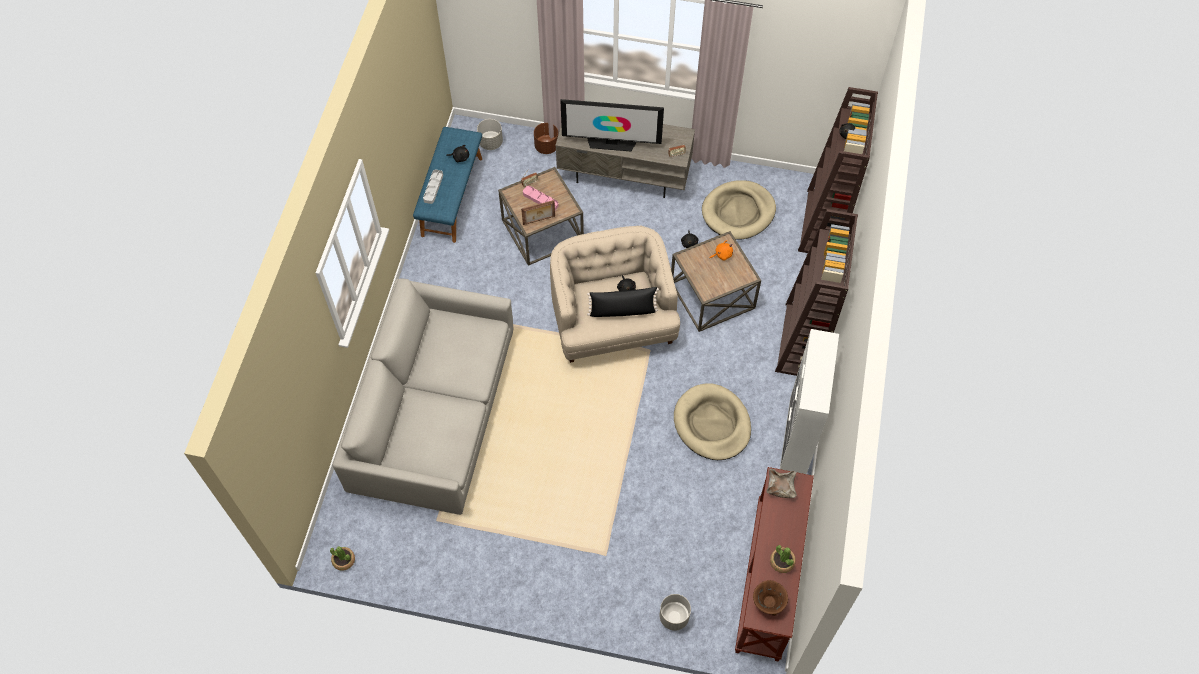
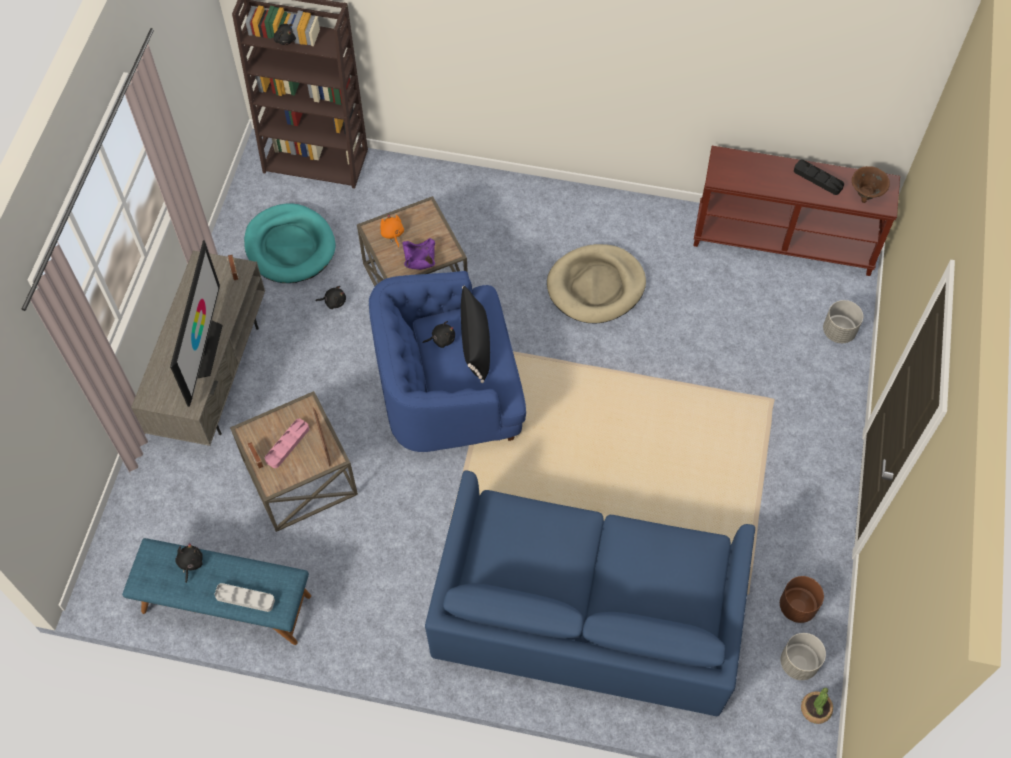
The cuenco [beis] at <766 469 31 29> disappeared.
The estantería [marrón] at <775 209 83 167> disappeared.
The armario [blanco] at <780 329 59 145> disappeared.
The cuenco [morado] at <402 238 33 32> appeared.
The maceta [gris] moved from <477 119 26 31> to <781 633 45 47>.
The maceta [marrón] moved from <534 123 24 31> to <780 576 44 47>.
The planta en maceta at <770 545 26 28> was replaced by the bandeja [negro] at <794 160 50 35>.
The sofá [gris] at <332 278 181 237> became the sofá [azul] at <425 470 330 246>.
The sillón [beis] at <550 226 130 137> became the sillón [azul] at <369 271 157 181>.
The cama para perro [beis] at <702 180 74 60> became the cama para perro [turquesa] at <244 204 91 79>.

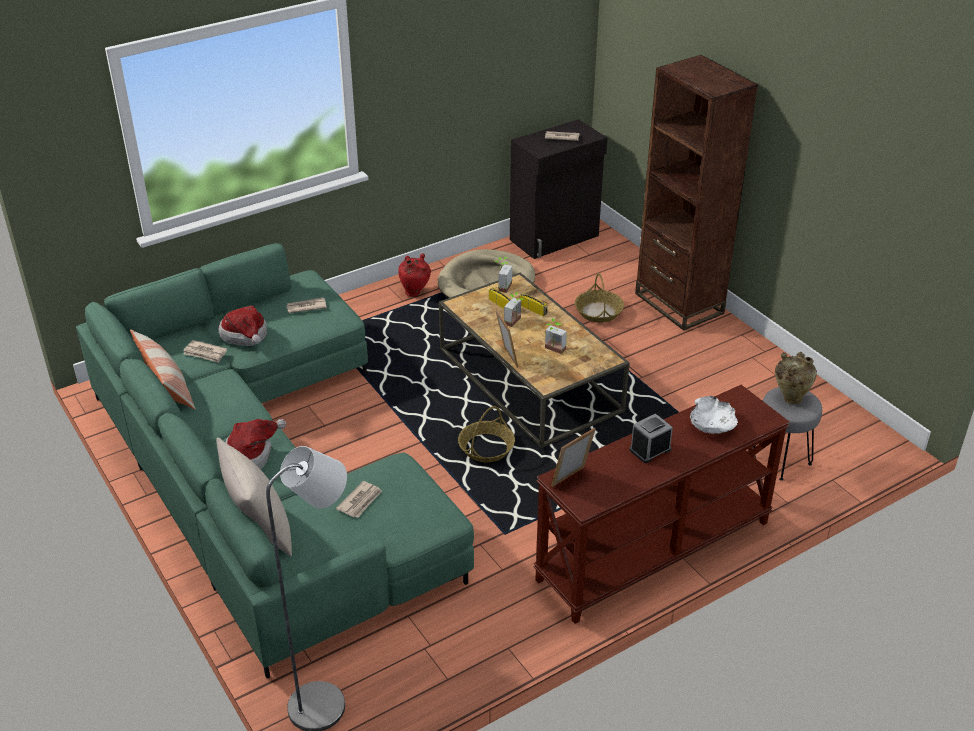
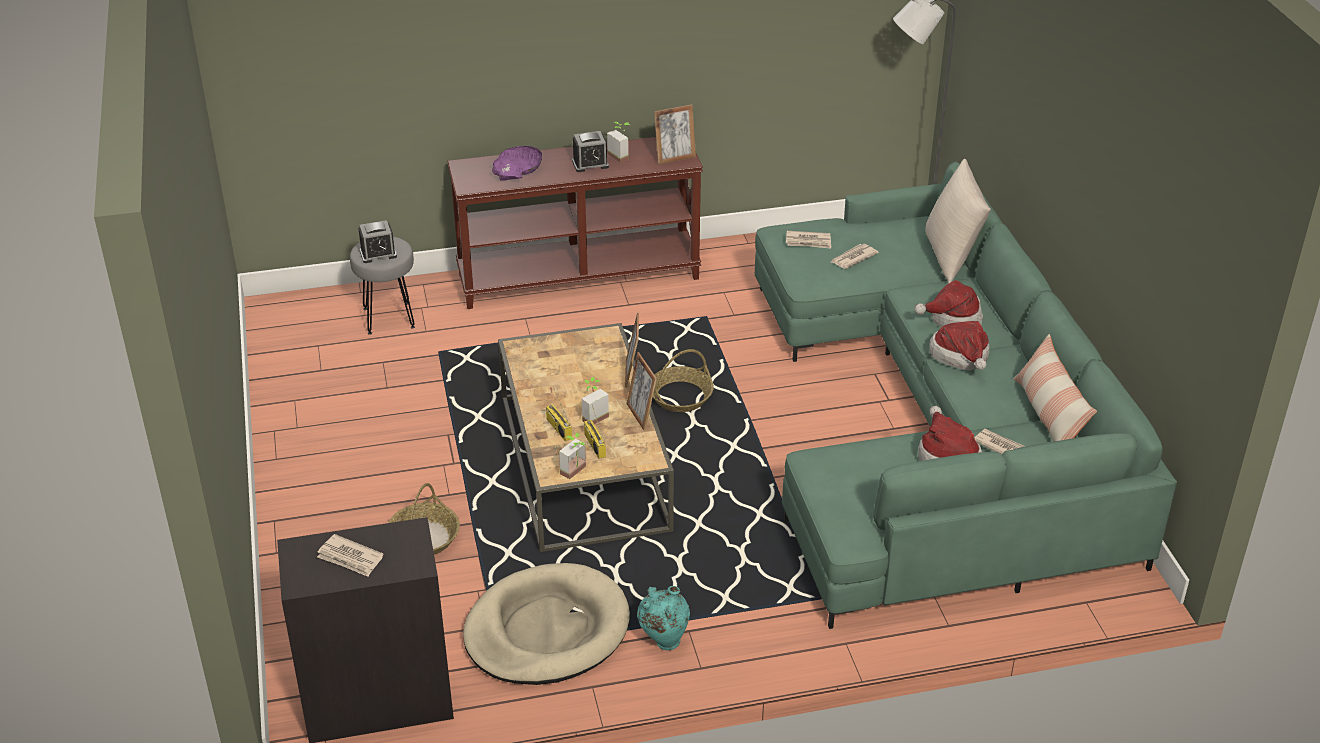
The estantería [marrón] at <635 55 123 276> disappeared.
The portarretratos at <626 352 31 79> appeared.
The sombrero at <930 321 59 49> appeared.
The periódico moved from <286 298 41 15> to <786 231 45 18>.
The planta en maceta moved from <545 318 22 36> to <607 122 23 41>.
The florero [beis] at <775 352 42 52> was replaced by the despertador at <358 220 39 43>.
The florero [rojo] at <398 253 33 44> became the florero [turquesa] at <637 586 53 64>.
The cuenco [blanco] at <690 396 48 38> became the cuenco [morado] at <492 146 50 35>.

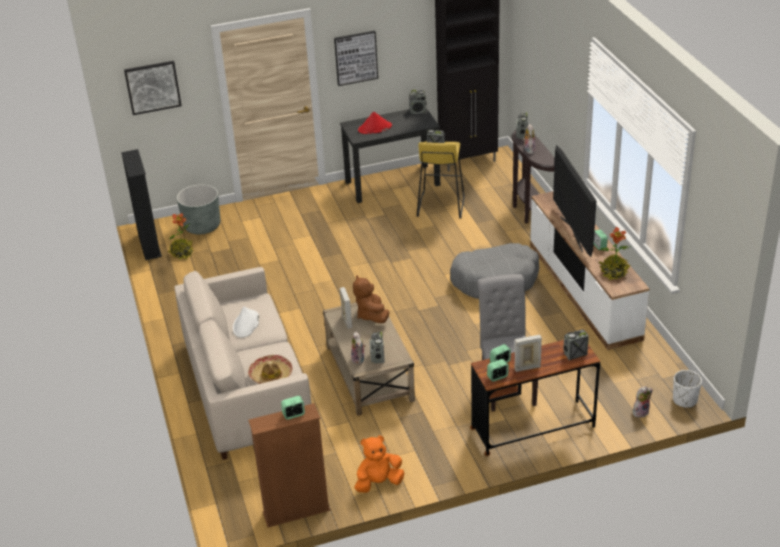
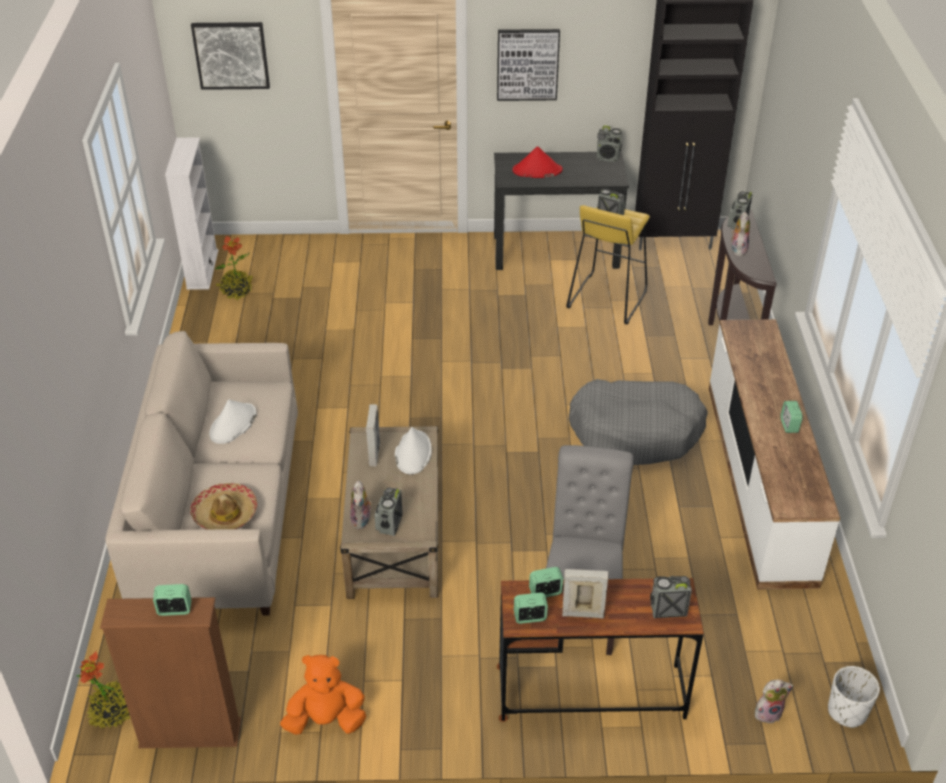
The maceta [gris] at <177 184 43 50> disappeared.
The televisor at <553 145 44 112> disappeared.
The planta en maceta moved from <599 226 32 54> to <77 651 53 77>.
The peluche [marrón] at <353 275 36 48> was replaced by the sombrero [blanco] at <395 427 37 47>.
The estantería [negro] at <121 149 41 111> became the estantería [blanco] at <165 137 53 153>.

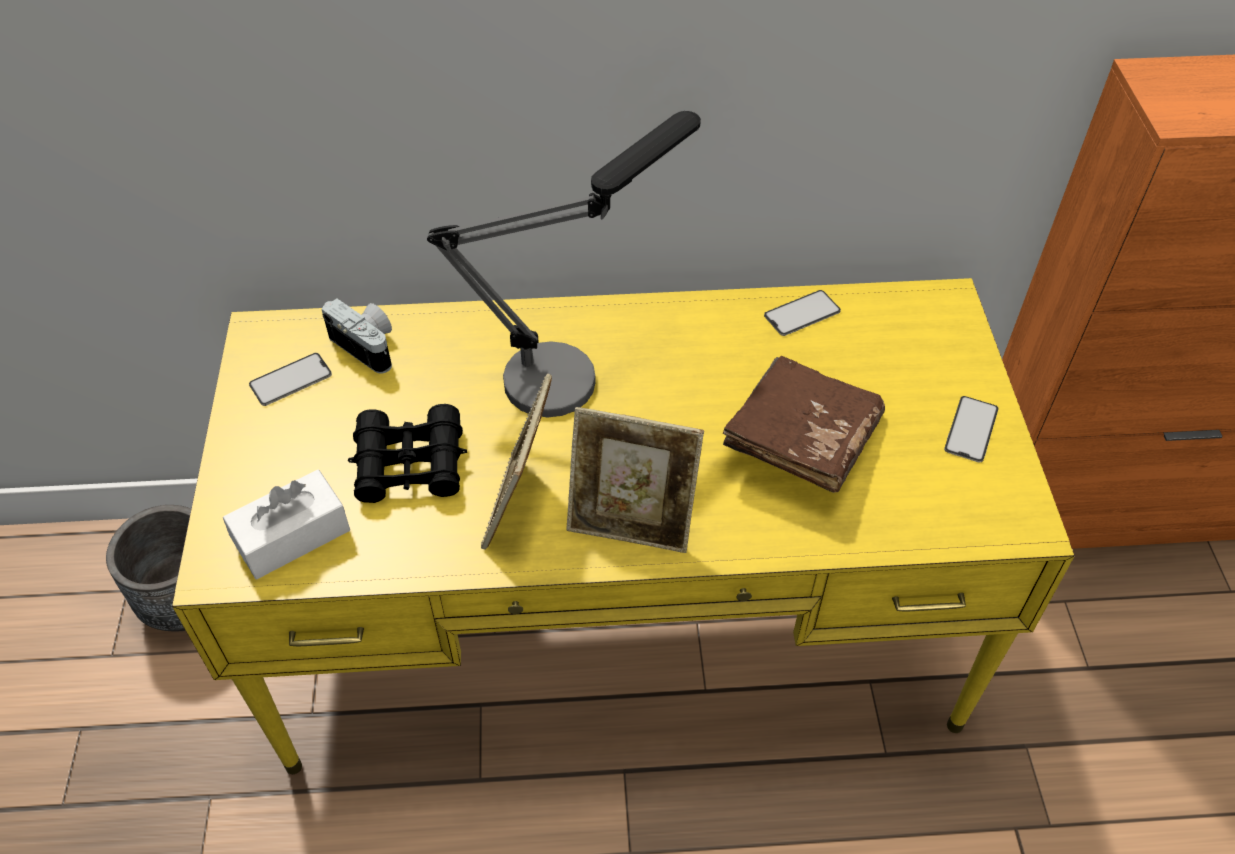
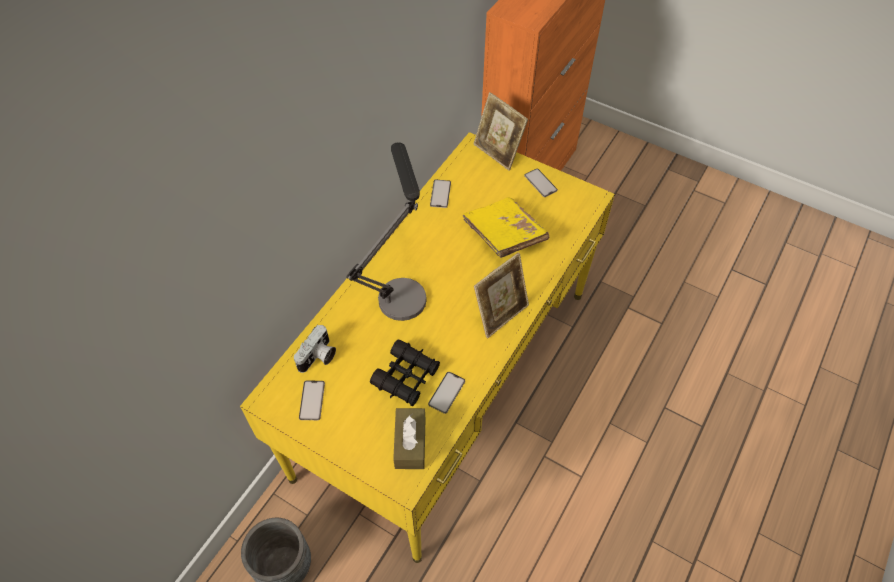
The móvil at <428 372 37 42> appeared.
The portarretratos moved from <481 373 71 176> to <473 92 55 78>.
The caja de pañuelos [blanco] at <223 470 127 109> became the caja de pañuelos [marrón] at <393 408 33 61>.
The libro [marrón] at <723 356 162 137> became the libro [amarillo] at <462 197 87 61>.
The cámara at <321 298 71 76> turned 135 degrees clockwise.

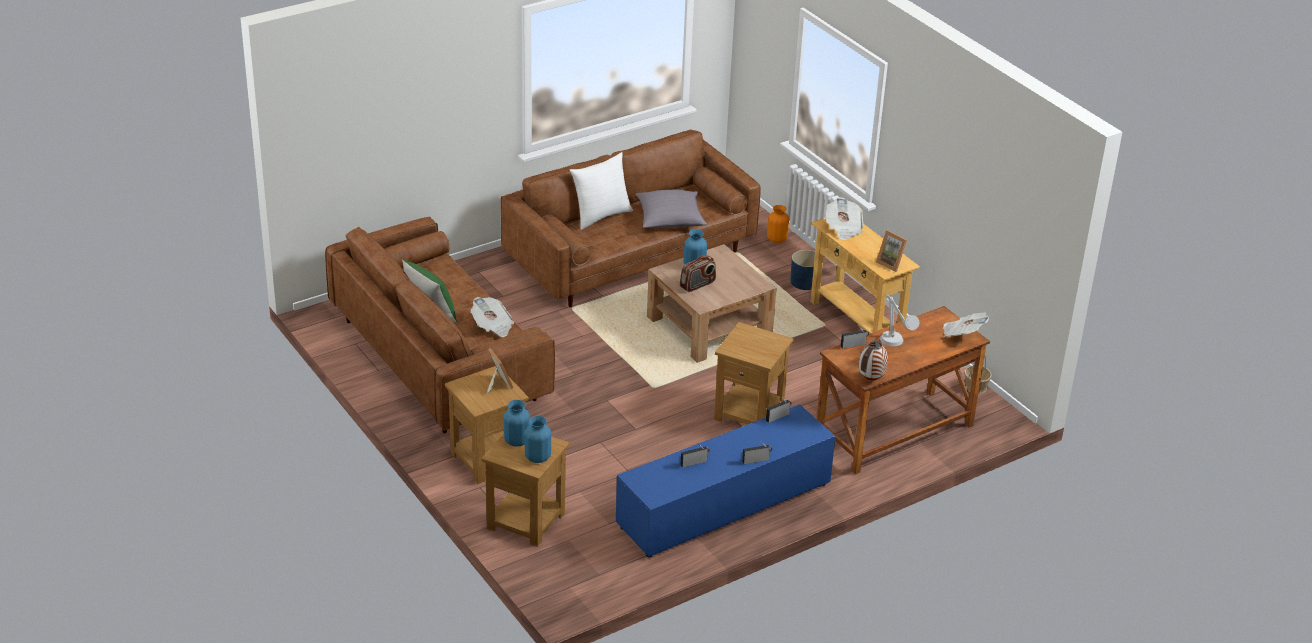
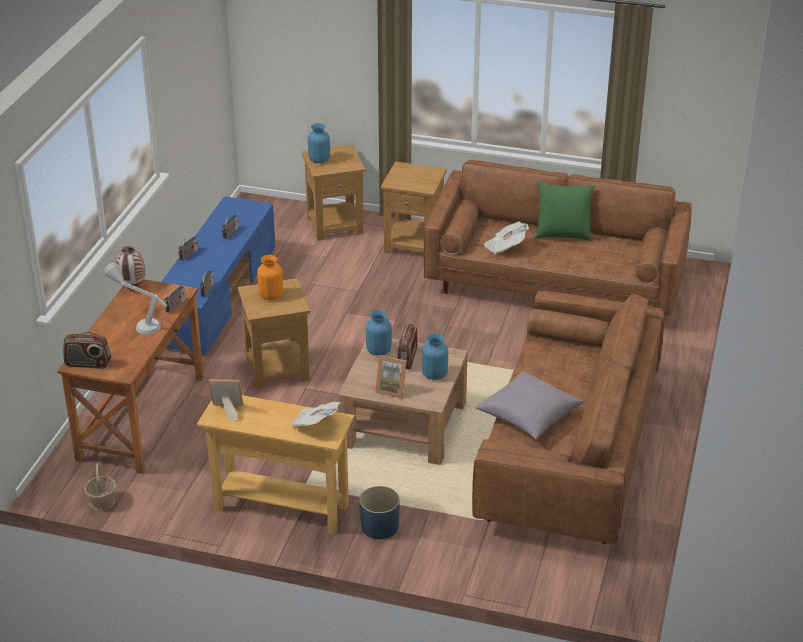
The cojín [blanco] at <569 152 64 78> disappeared.
The portarretratos moved from <487 348 26 46> to <375 355 32 44>.
The florero [azul] moved from <503 400 27 47> to <366 310 26 46>.
The florero [naranja] moved from <767 205 22 38> to <257 255 26 45>.
The periódico at <943 312 46 25> was replaced by the radio at <63 332 48 37>.

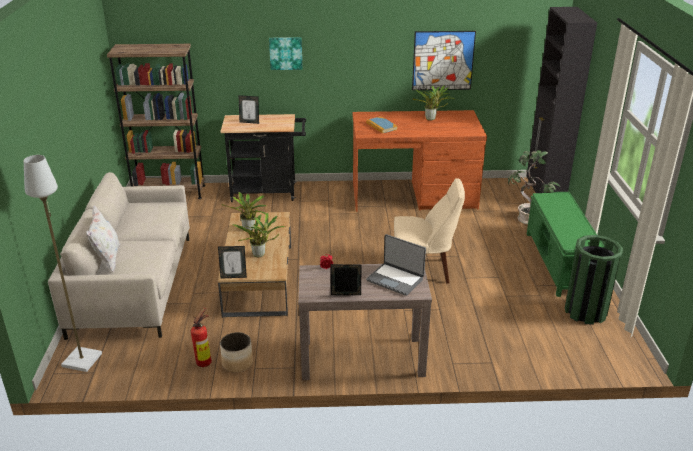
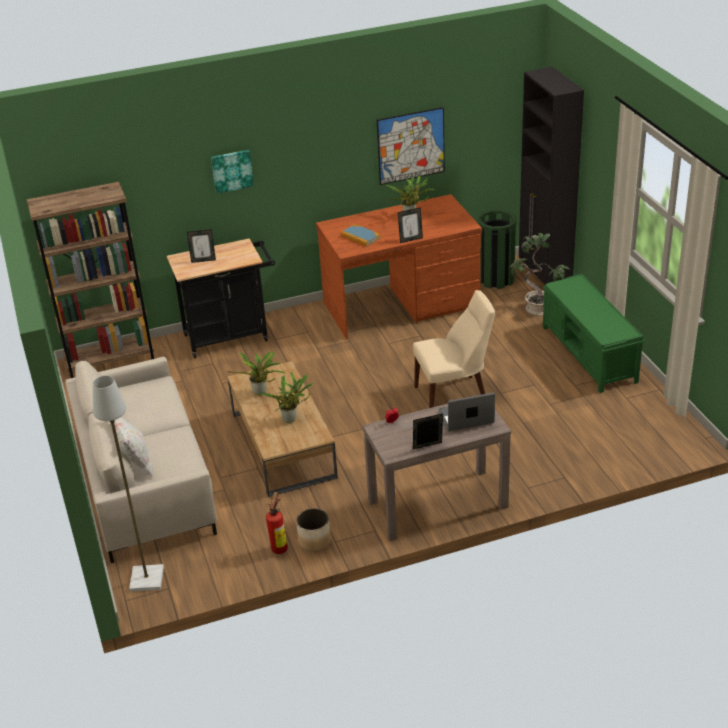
The portarretratos moved from <218 246 29 32> to <398 207 25 36>.
The papelera [verde] moved from <565 235 58 90> to <478 210 39 79>.
The portátil at <366 234 60 62> turned 150 degrees clockwise.

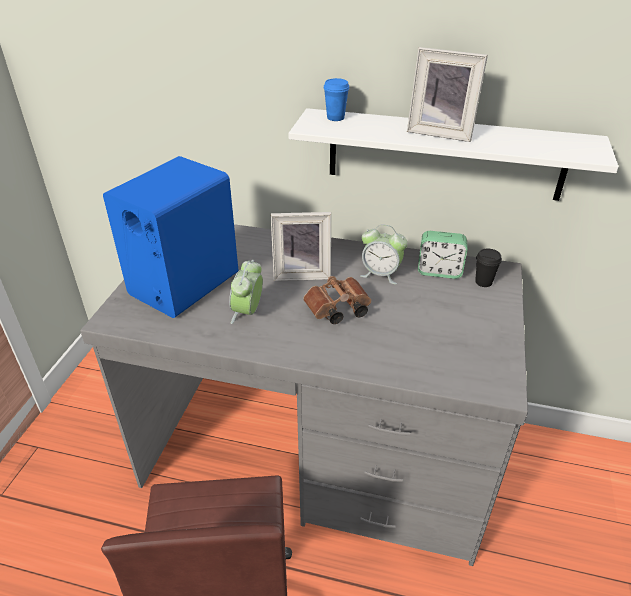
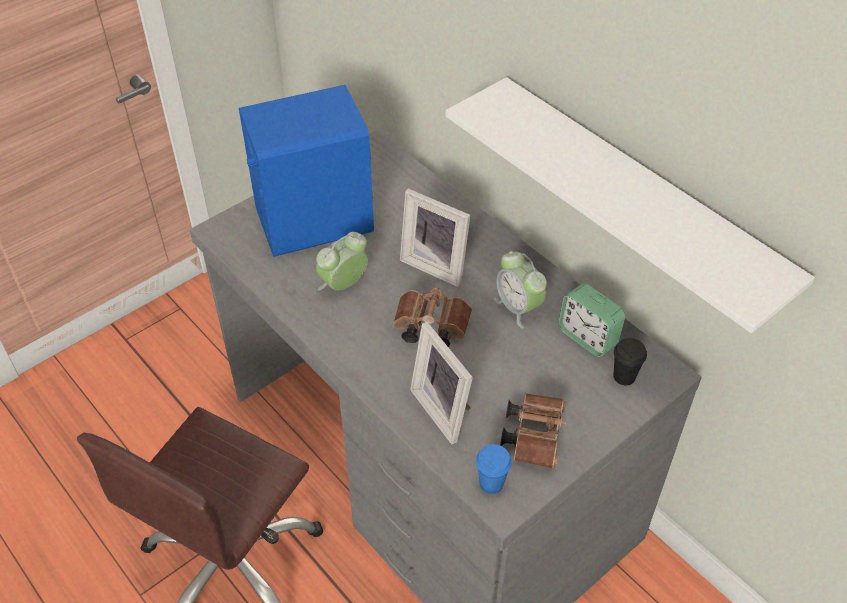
The prismáticos [marrón] at <500 393 66 75> appeared.
The taza [azul] moved from <323 78 27 43> to <476 444 36 50>.
The portarretratos moved from <407 47 81 95> to <410 322 63 123>.

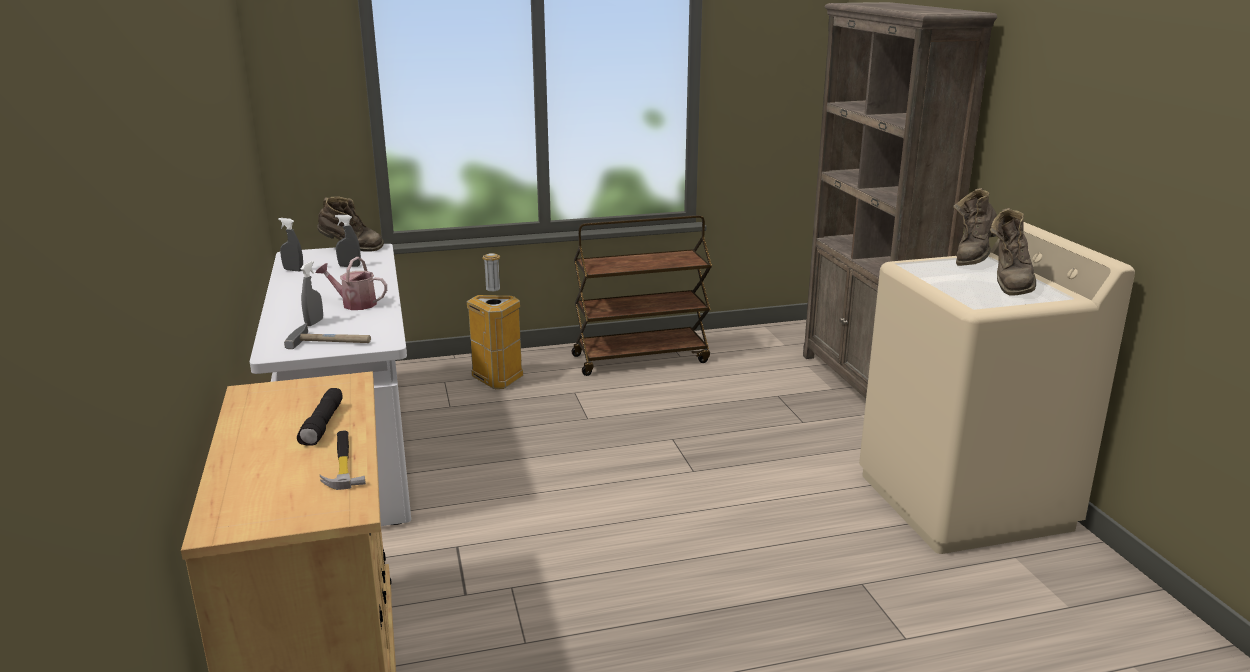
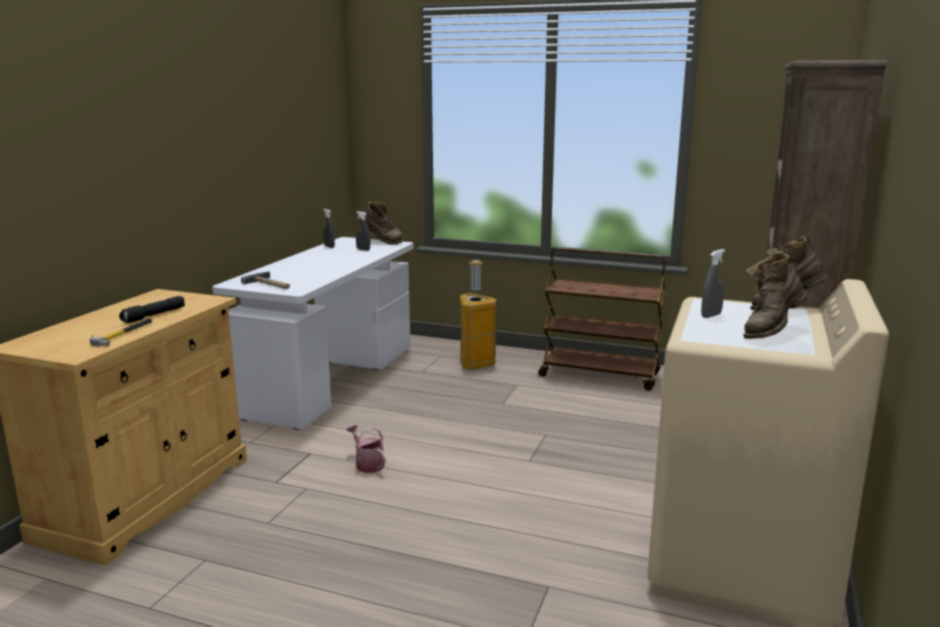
The pulverizador [gris] moved from <301 261 22 65> to <701 249 24 69>.
The regadera moved from <316 257 71 53> to <346 425 39 48>.

